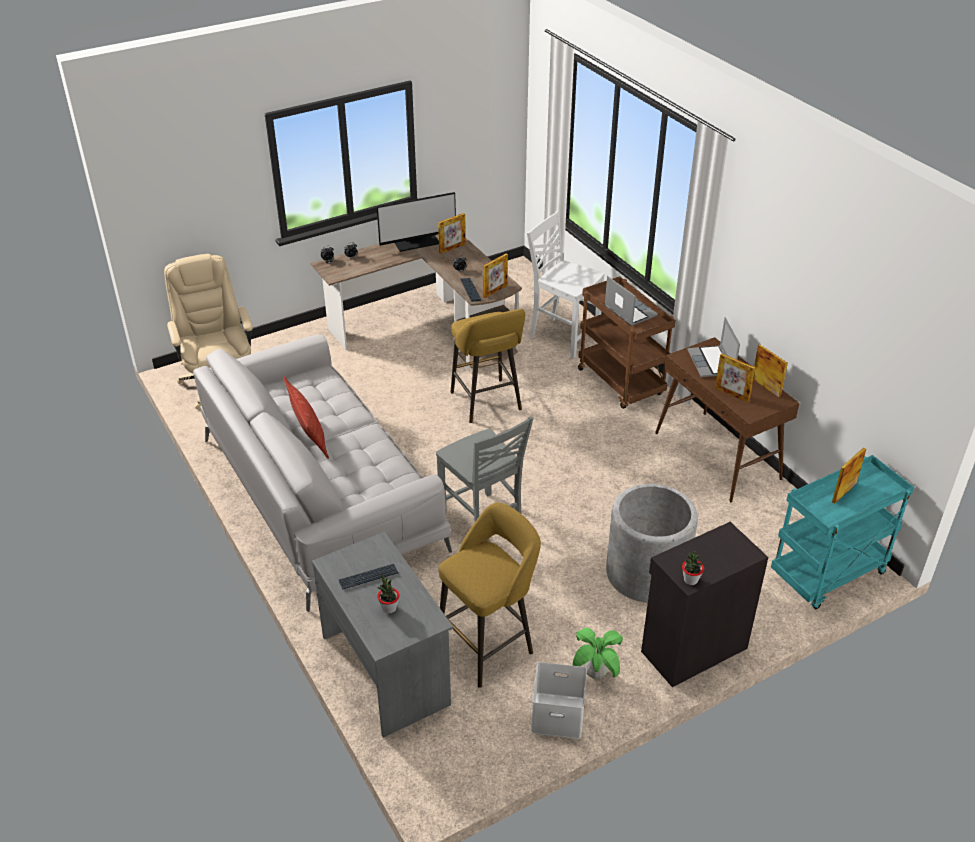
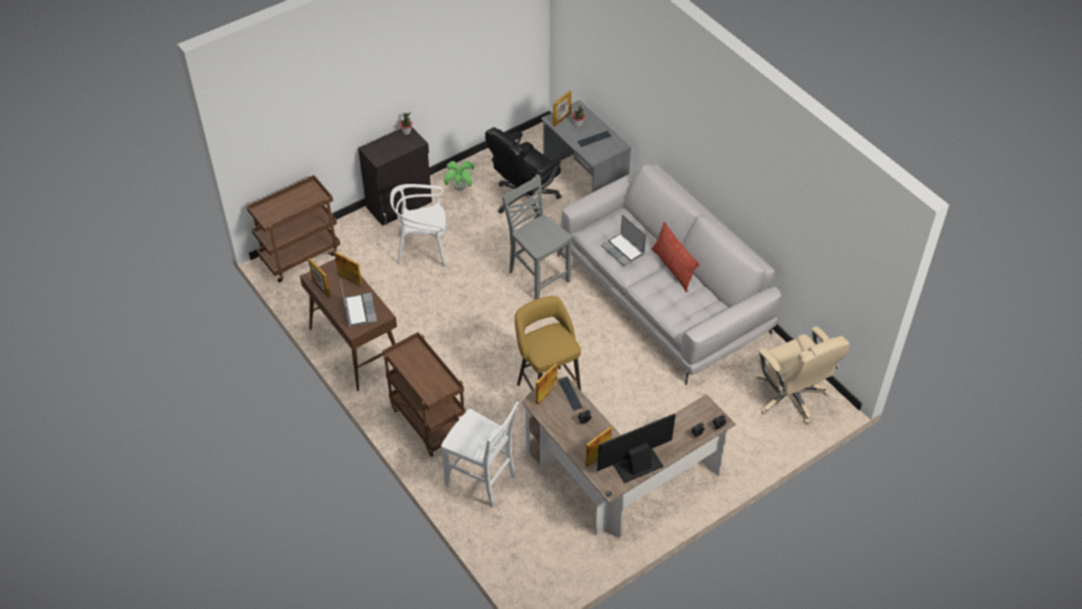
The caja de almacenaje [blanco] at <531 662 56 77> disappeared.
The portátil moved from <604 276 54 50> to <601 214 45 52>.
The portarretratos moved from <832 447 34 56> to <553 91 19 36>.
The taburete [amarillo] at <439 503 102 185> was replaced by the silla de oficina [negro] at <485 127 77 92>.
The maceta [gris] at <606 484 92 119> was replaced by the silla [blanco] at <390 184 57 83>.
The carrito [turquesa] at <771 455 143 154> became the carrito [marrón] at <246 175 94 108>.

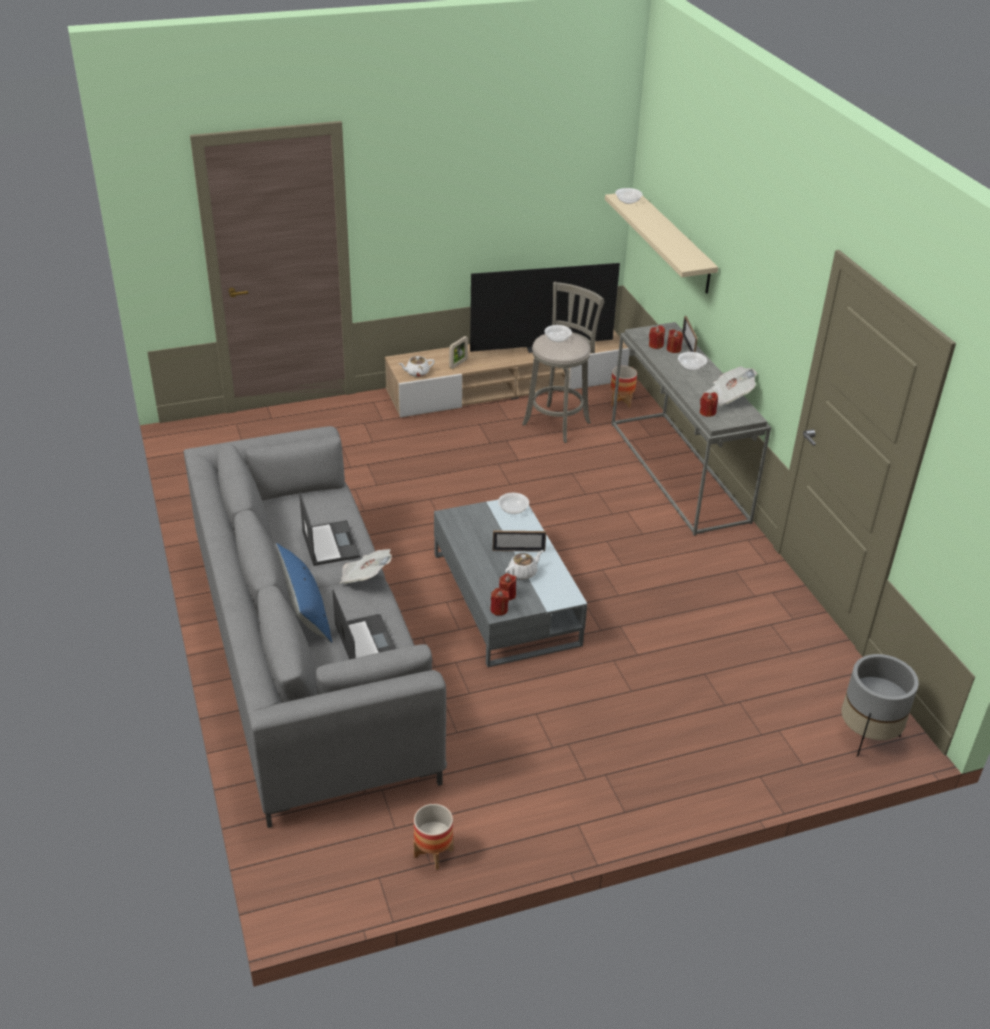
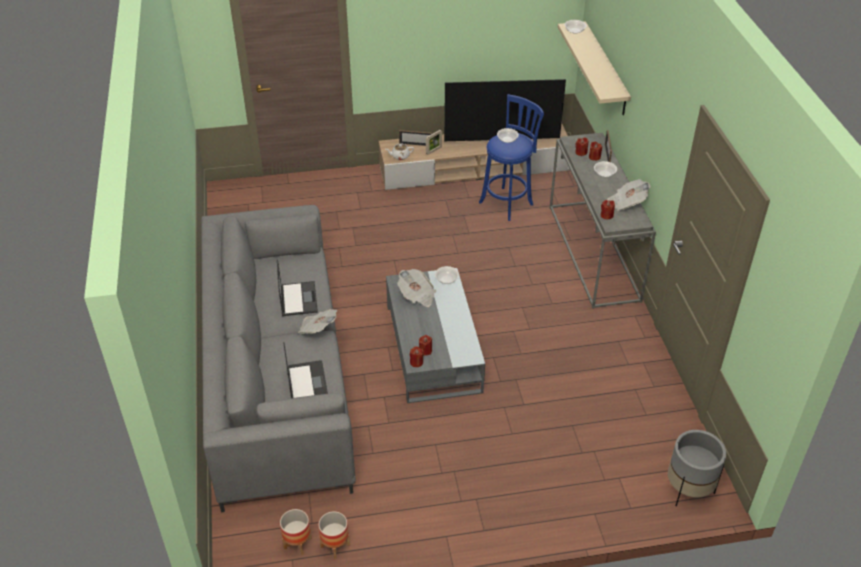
The cojín [azul] at <276 543 56 100> disappeared.
The tetera [blanco] at <505 550 38 30> disappeared.
The periódico at <397 269 39 38> appeared.
The portarretratos moved from <493 531 53 21> to <399 130 33 16>.
The maceta moved from <611 366 26 42> to <280 509 32 46>.
The taburete [gris] at <522 282 82 161> became the taburete [azul] at <479 94 65 127>.

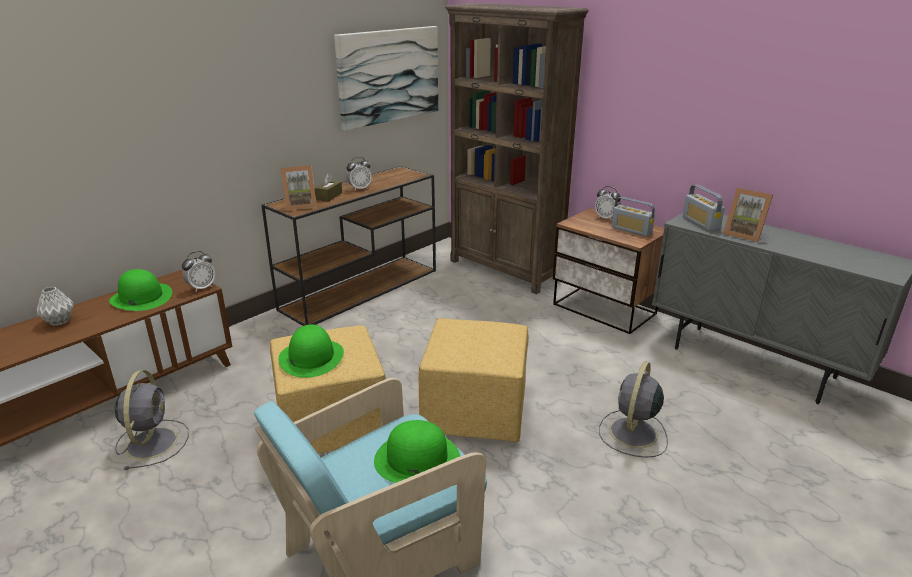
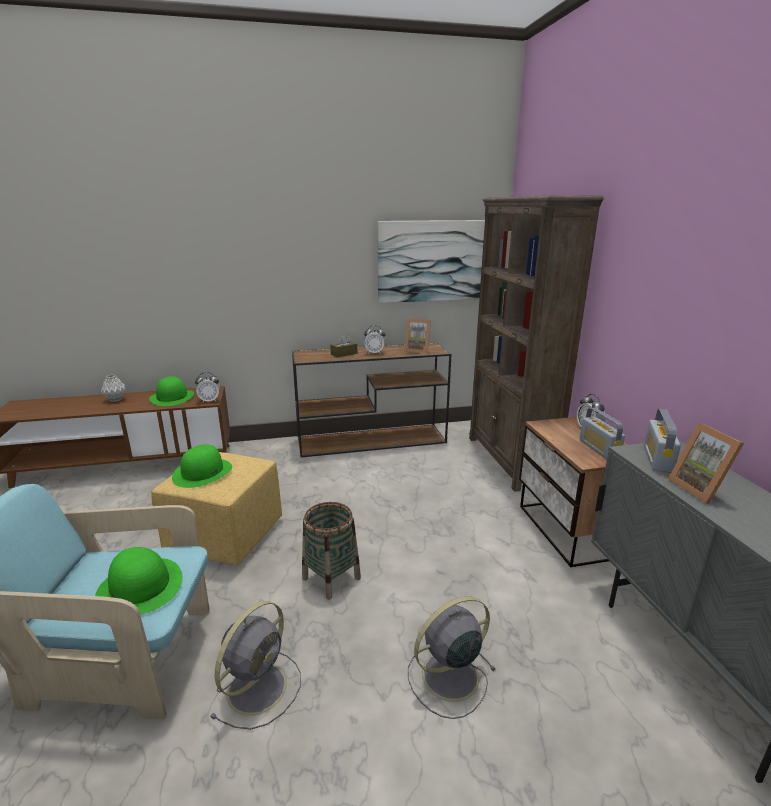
The ventilador [gris] moved from <115 370 74 100> to <210 601 91 129>.
The portarretratos moved from <281 165 36 45> to <404 318 27 36>.
The puf [amarillo] at <419 318 110 124> was replaced by the cesta at <302 502 59 98>.

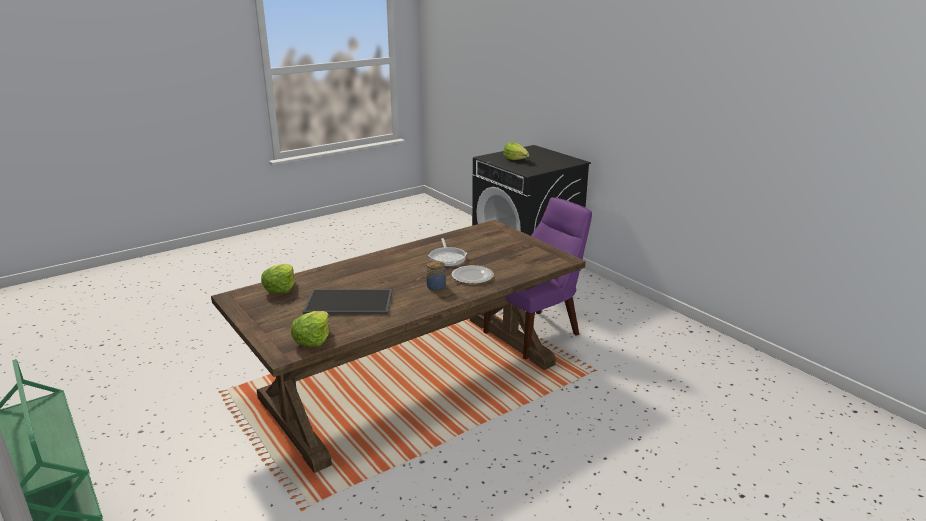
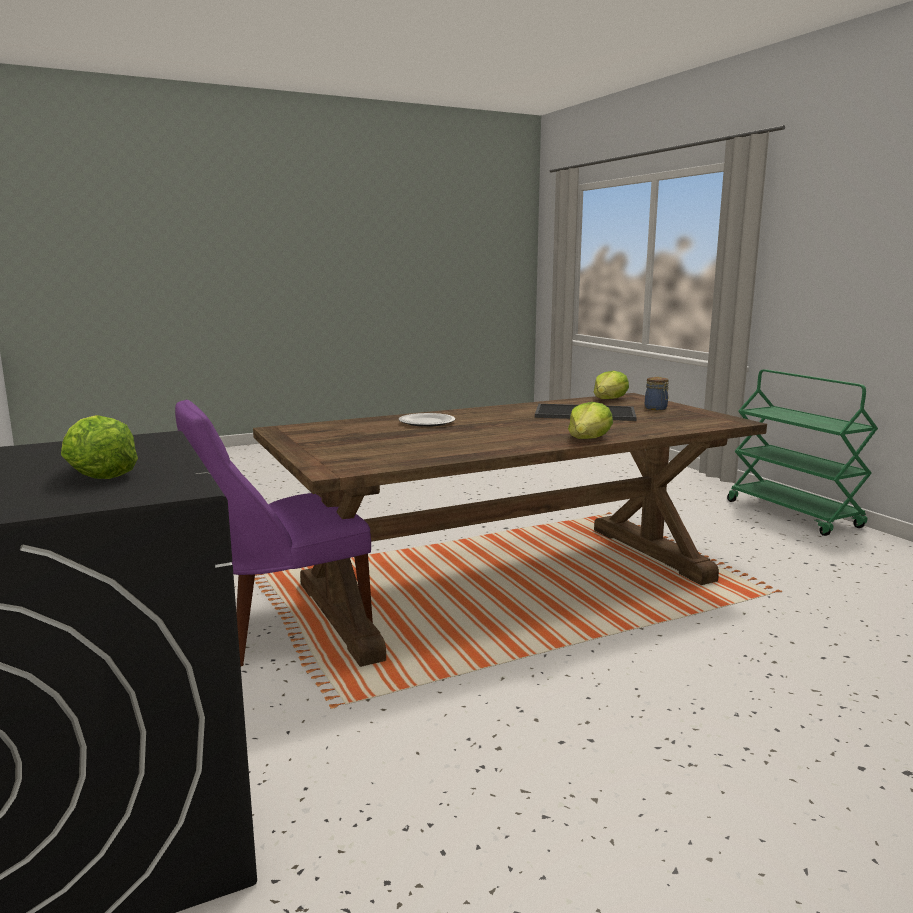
The sartén at <428 238 39 28> disappeared.
The lechuga moved from <261 264 34 29> to <568 402 45 37>.
The tarro moved from <426 261 20 30> to <645 377 24 33>.

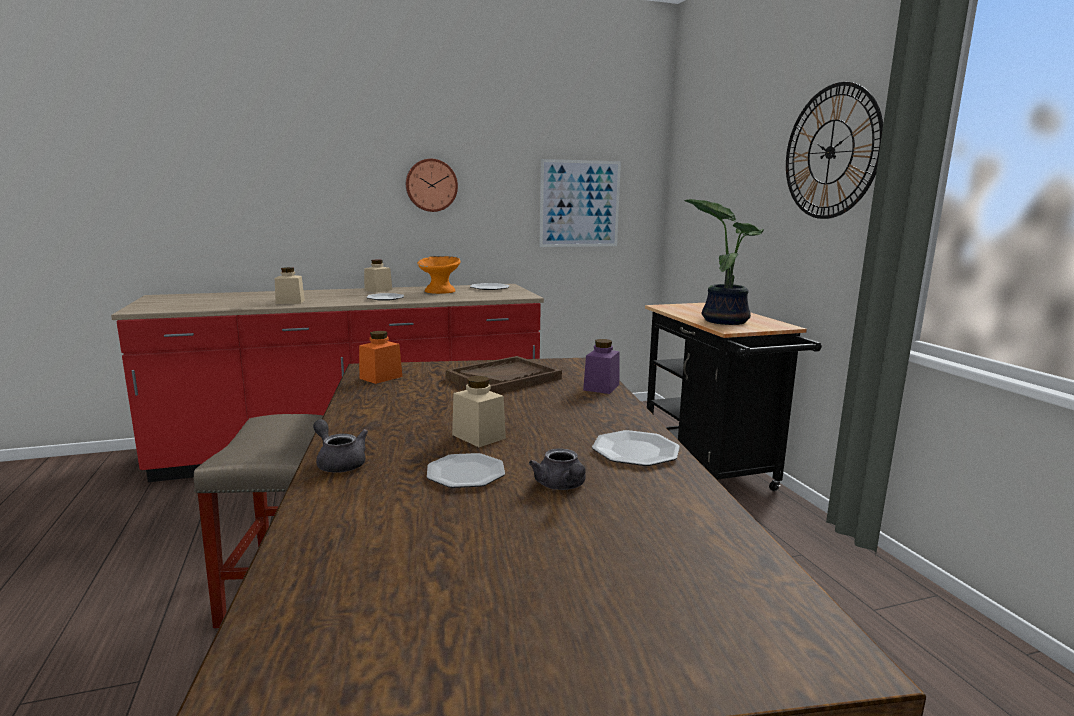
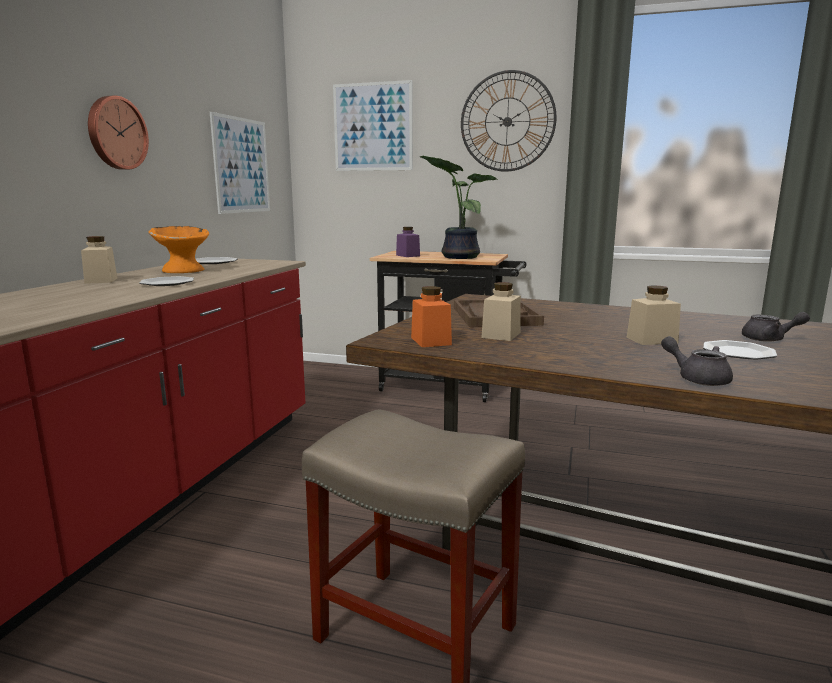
The plato at <592 430 88 36> disappeared.
The cuadro at <333 80 80 91> appeared.
The tarro [beis] moved from <275 267 30 37> to <481 282 40 59>.
The tarro [morado] moved from <583 339 37 55> to <396 227 24 30>.
The tetera [gris] at <313 419 55 54> turned 60 degrees clockwise.

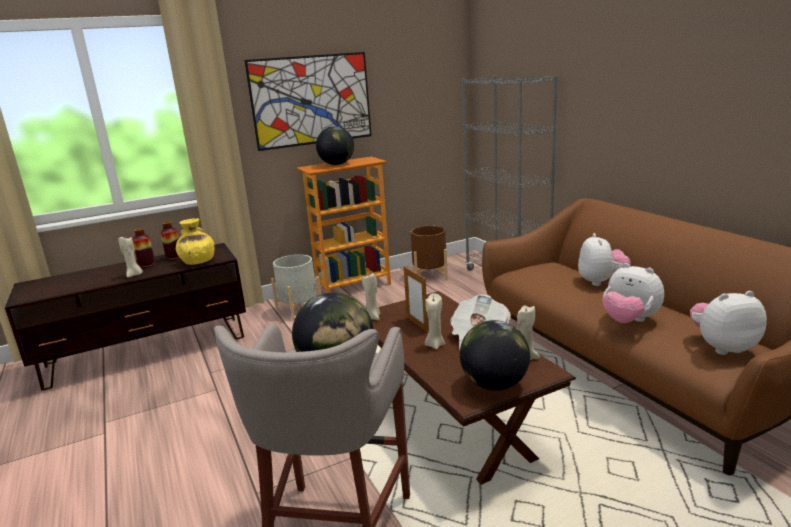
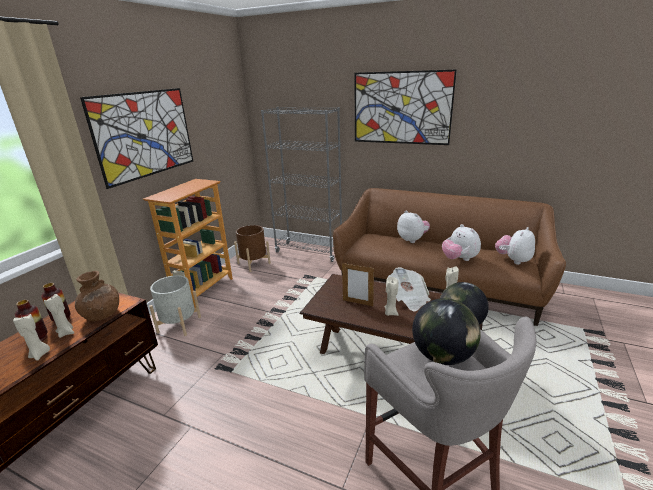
The globo terráqueo at <316 126 38 39> disappeared.
The cuadro at <354 69 103 76> appeared.
The vela [beis] moved from <362 273 18 47> to <44 294 30 44>.
The florero [amarillo] at <176 218 38 47> became the florero [marrón] at <75 271 44 50>.
The peluche at <602 263 62 60> turned 60 degrees clockwise.

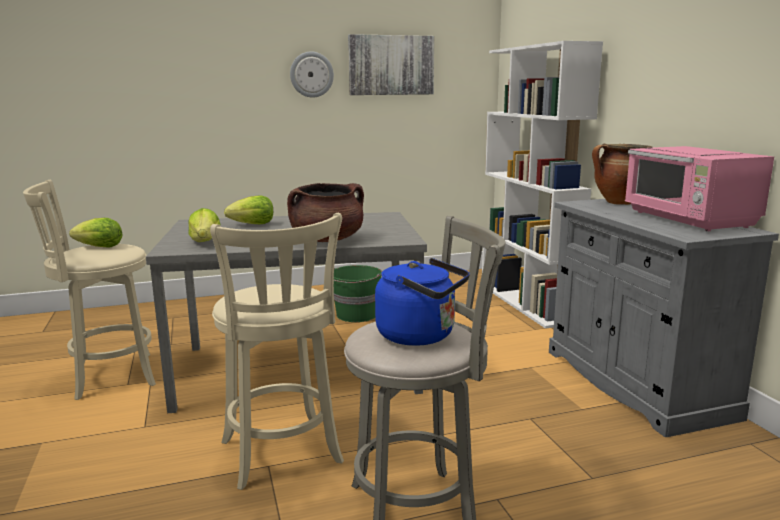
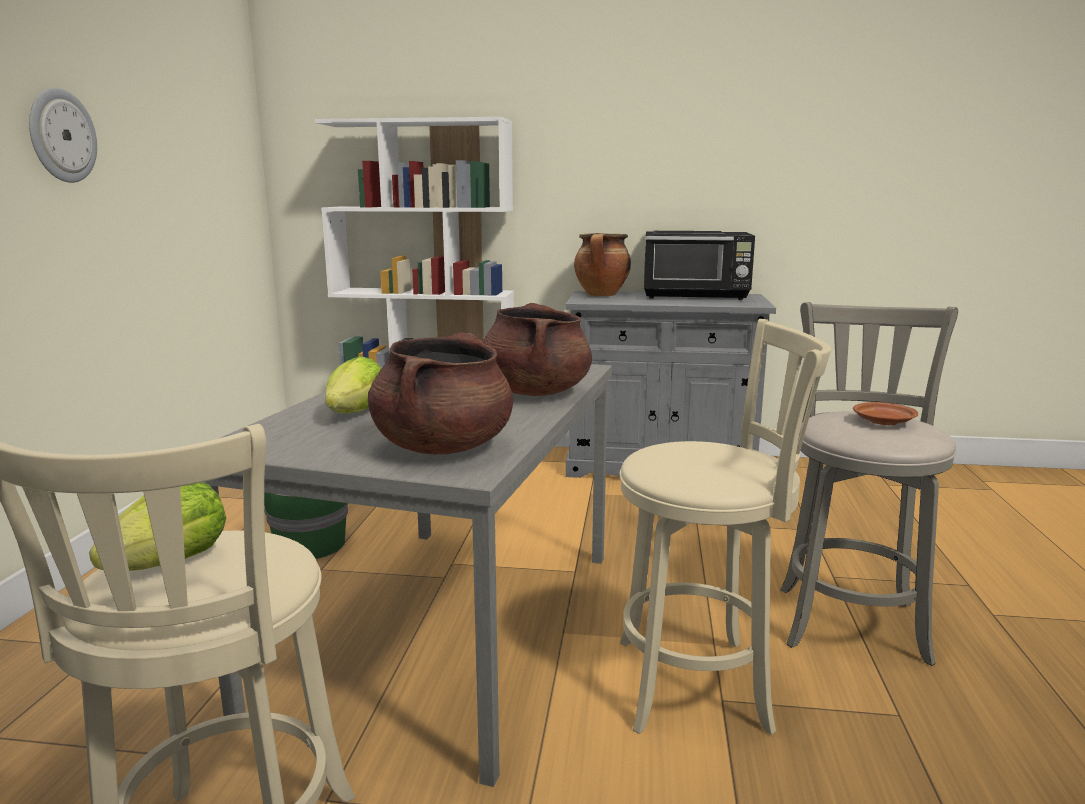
The cuadro at <348 34 86 61> disappeared.
The lechuga at <188 208 33 34> was replaced by the olla [marrón] at <368 333 145 121>.
The hervidor [azul] at <375 258 95 88> was replaced by the plato [marrón] at <853 402 65 23>.
The microondas [rosa] at <625 146 149 85> became the microondas [negro] at <644 231 111 69>.

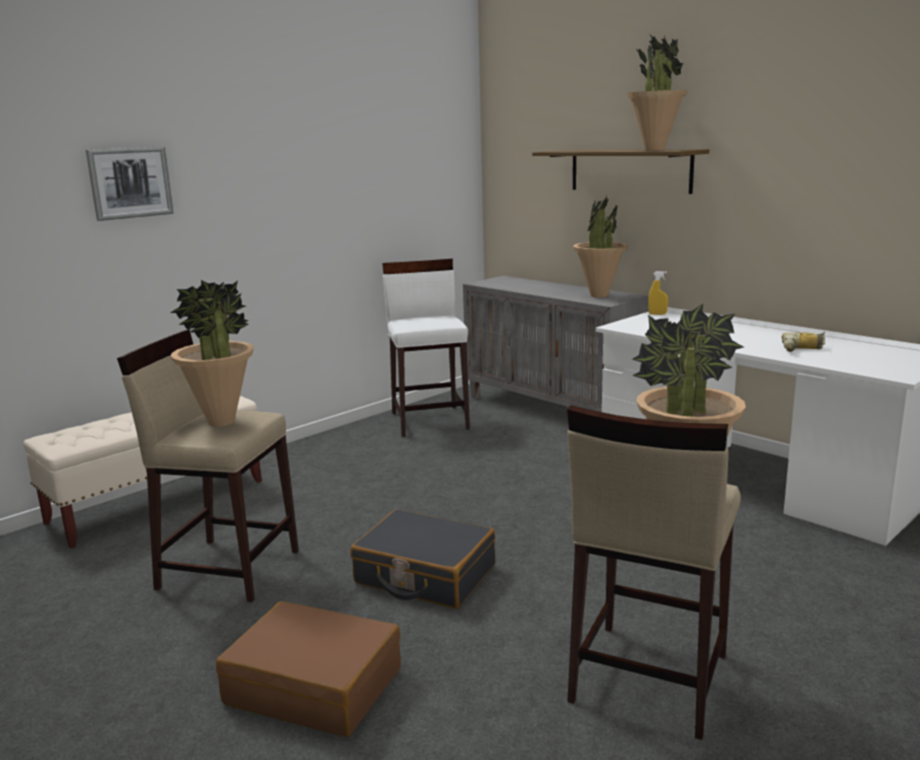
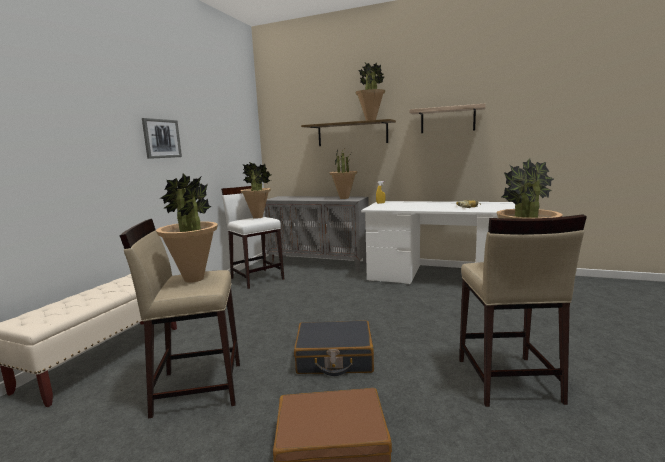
The planta en maceta at <240 162 31 57> appeared.
The estante at <409 104 77 29> appeared.
The cuadro moved from <86 147 88 74> to <142 118 40 41>.

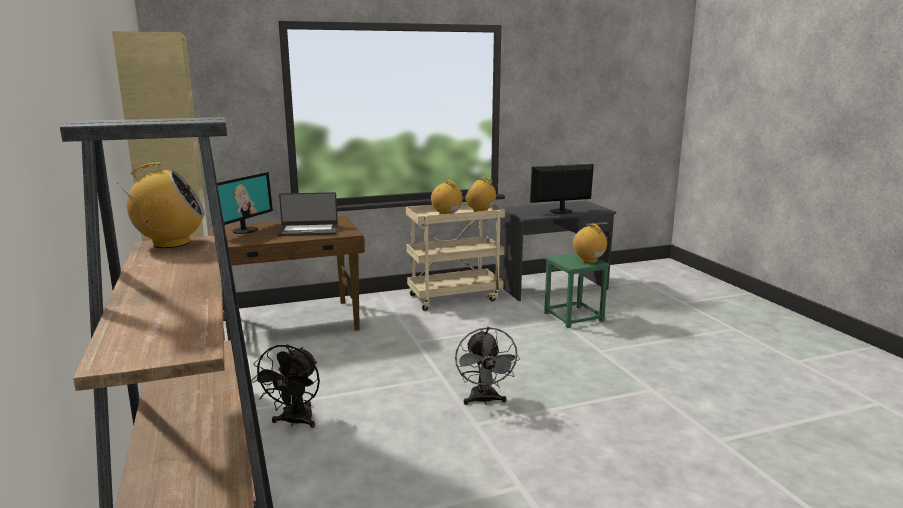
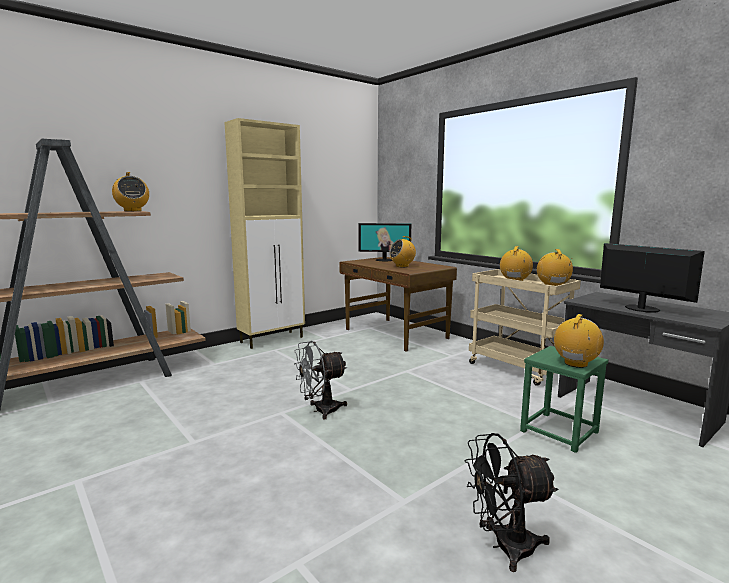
The ventilador [negro] moved from <251 344 69 84> to <465 433 93 139>.
The portátil at <277 192 61 44> was replaced by the radio at <389 236 27 31>.

